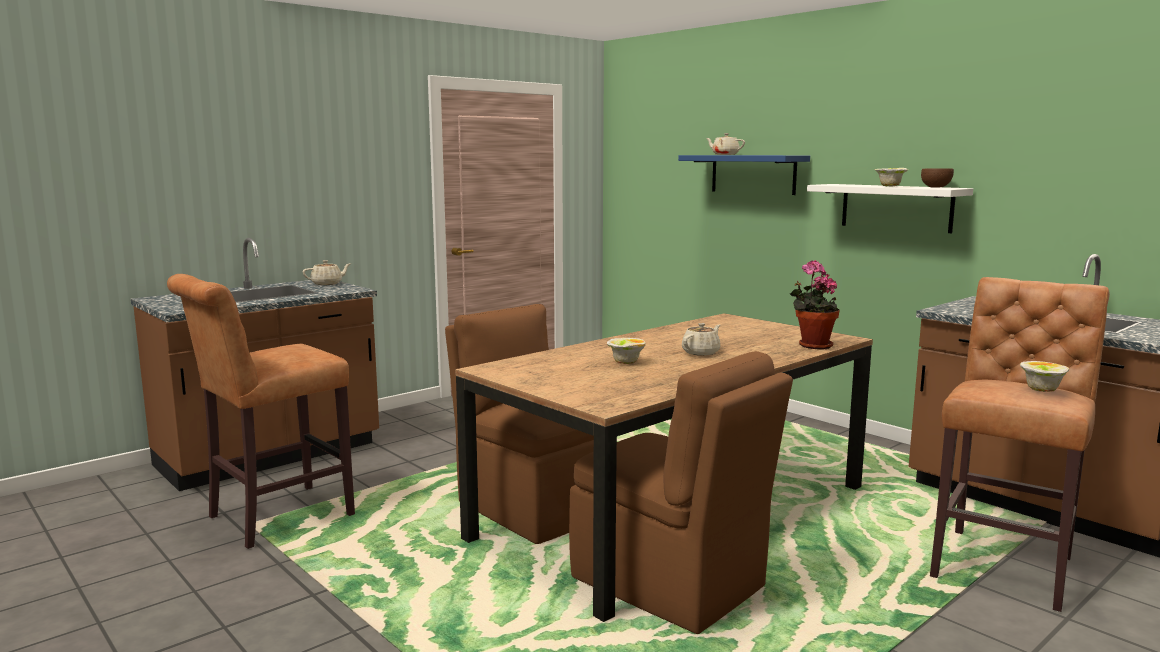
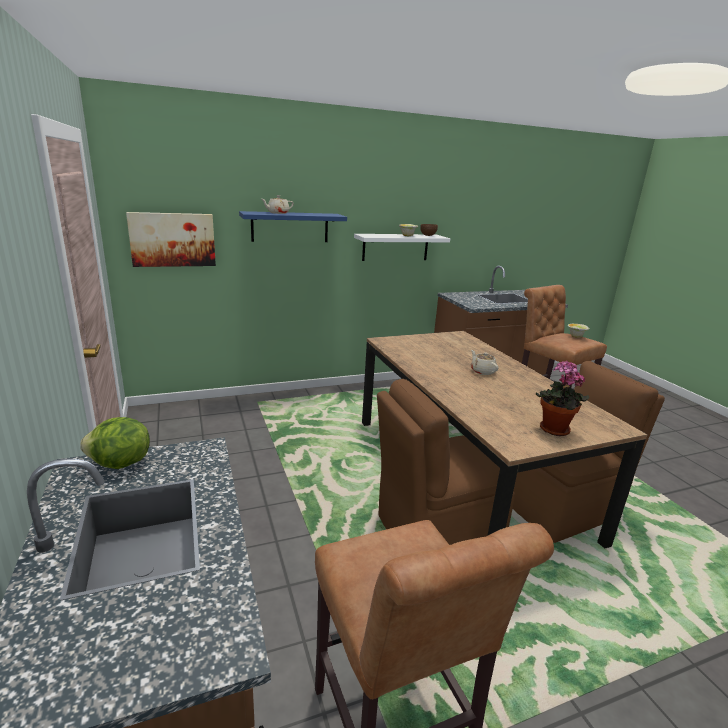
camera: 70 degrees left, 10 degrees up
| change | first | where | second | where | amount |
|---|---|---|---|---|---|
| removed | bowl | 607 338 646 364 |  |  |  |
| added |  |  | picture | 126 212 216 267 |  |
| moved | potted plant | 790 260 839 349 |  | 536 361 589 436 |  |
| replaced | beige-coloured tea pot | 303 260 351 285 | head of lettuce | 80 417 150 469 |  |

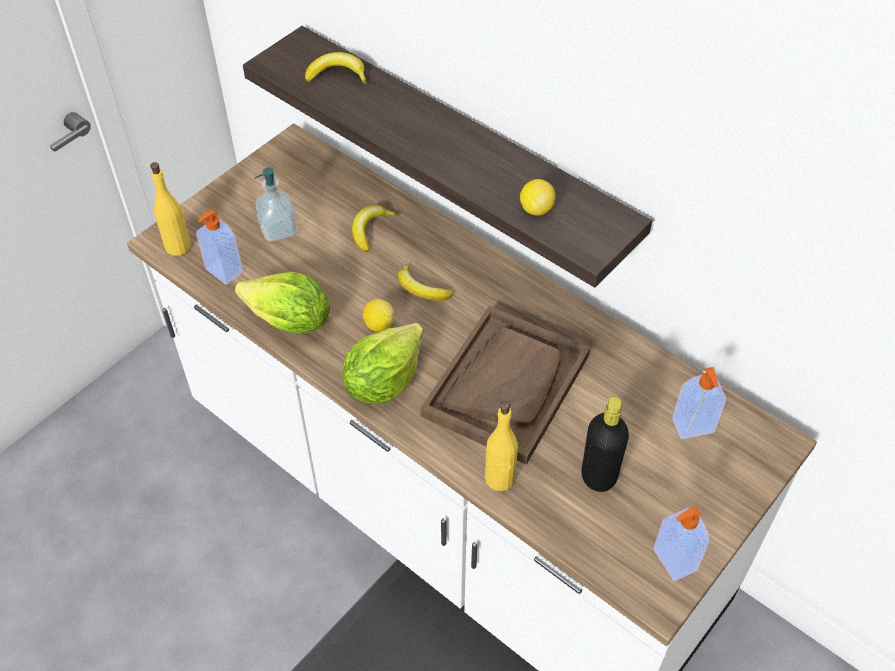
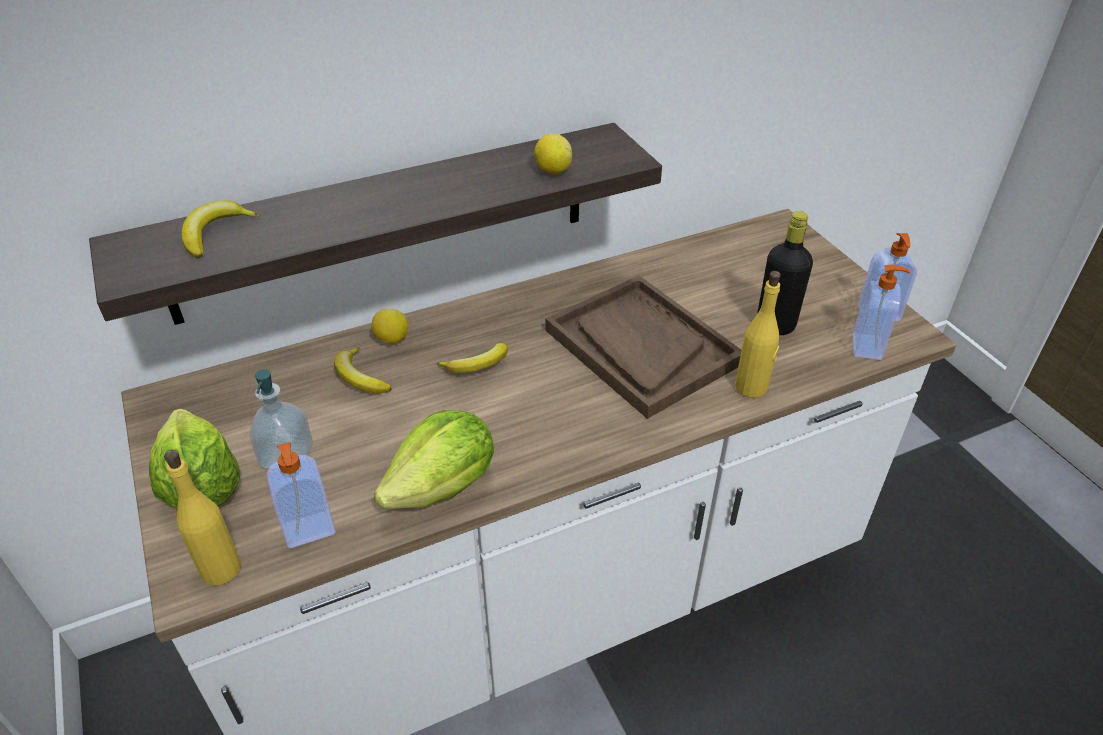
camera: 65 degrees left, 10 degrees down
| change | first | where | second | where | amount |
|---|---|---|---|---|---|
| moved | head of lettuce | 342 323 424 404 |  | 149 409 240 509 |  |
| moved | lemon | 363 299 394 332 |  | 371 309 408 344 |  |
| moved | soap bottle | 672 367 726 439 |  | 853 265 910 360 |  |

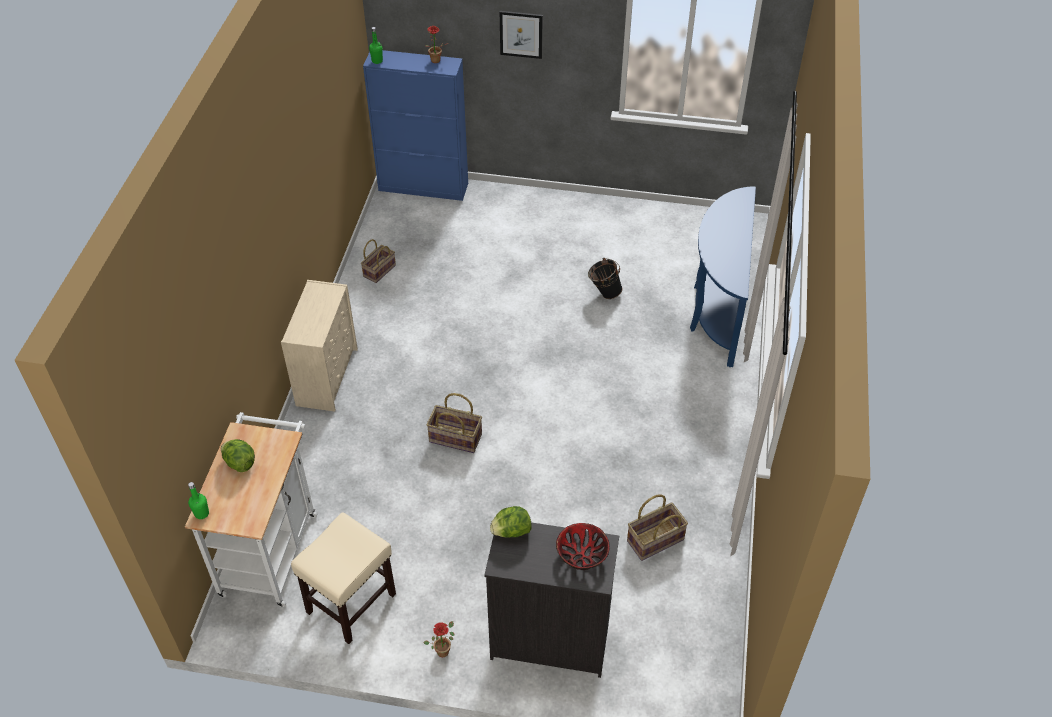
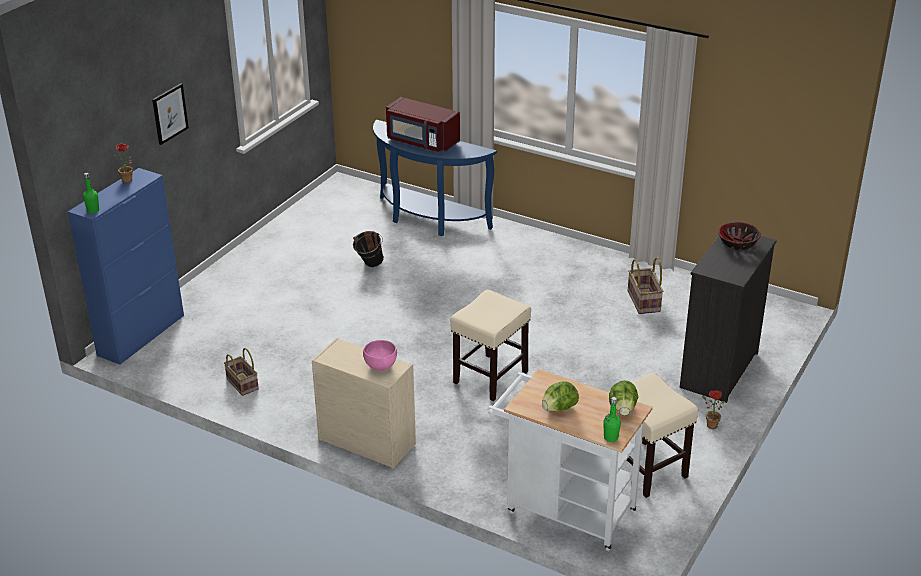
camera: 70 degrees left, 15 degrees down
| change | first | where | second | where | amount |
|---|---|---|---|---|---|
| added |  |  | pink-coloured bowl | 363 340 397 371 |  |
| added |  |  | red-coloured microwave | 386 97 460 152 |  |
| moved | head of lettuce | 490 506 532 537 |  | 609 380 638 416 |  |
| replaced | basket | 426 393 482 453 | beige-coloured sitting stool | 450 289 531 401 |  |

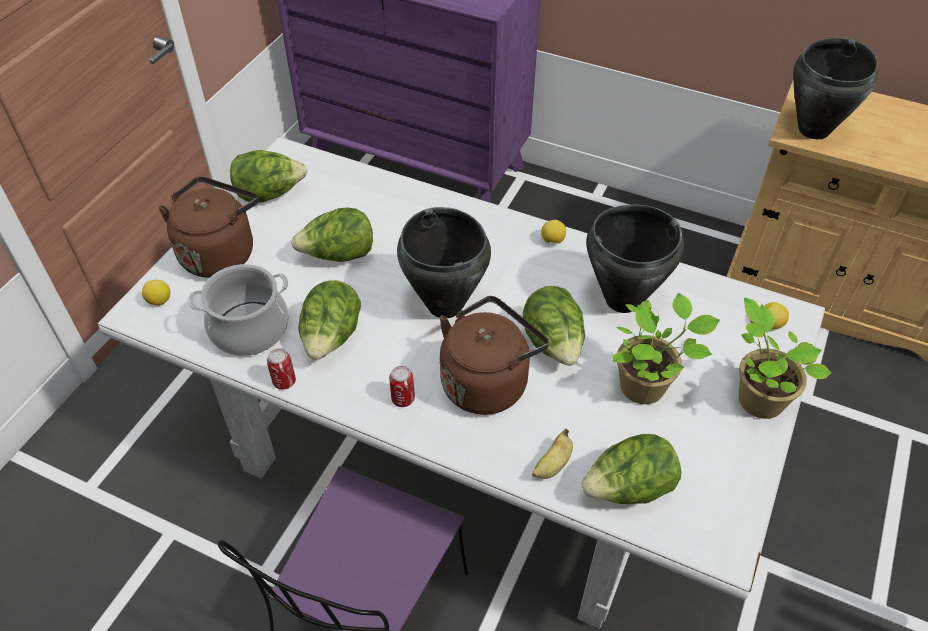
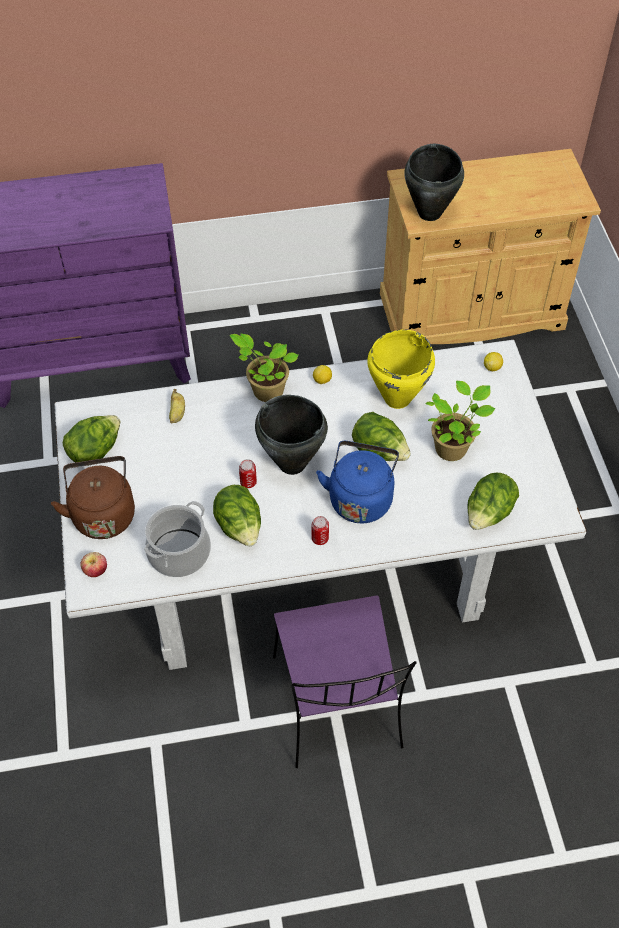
camera: 35 degrees left, 5 degrees up
| change | first | where | second | where | amount |
|---|---|---|---|---|---|
| removed | head of lettuce | 291 207 373 262 |  |  |  |
| moved | metal can | 267 348 296 390 |  | 239 459 257 488 |  |
| moved | banana fruit | 532 429 573 479 |  | 169 389 185 423 |  |
| moved | potted plant | 739 298 832 419 |  | 230 334 299 402 |  |
| replaced | lemon | 142 280 170 306 | whole apple | 80 552 107 577 |  |
| recoloured | brownish water kettle | 440 296 549 415 | bluish water kettle | 316 441 399 523 |  |
| recoloured | black-coloured saucepot | 586 204 684 313 | yellow-coloured saucepot | 367 329 435 409 |  |

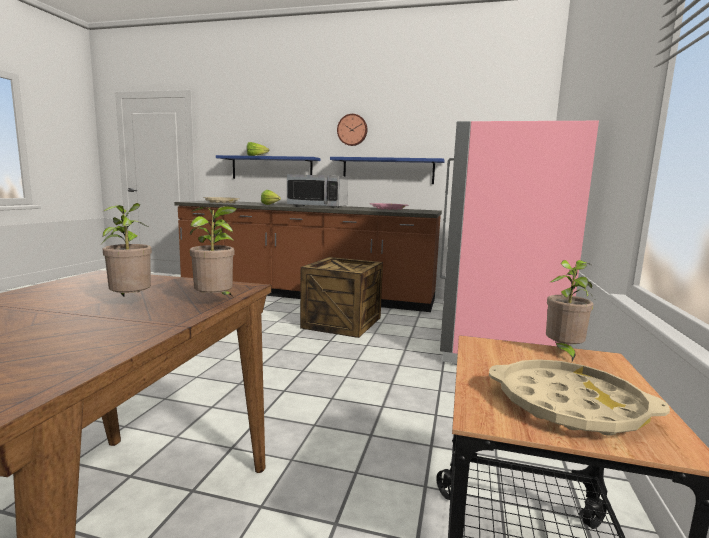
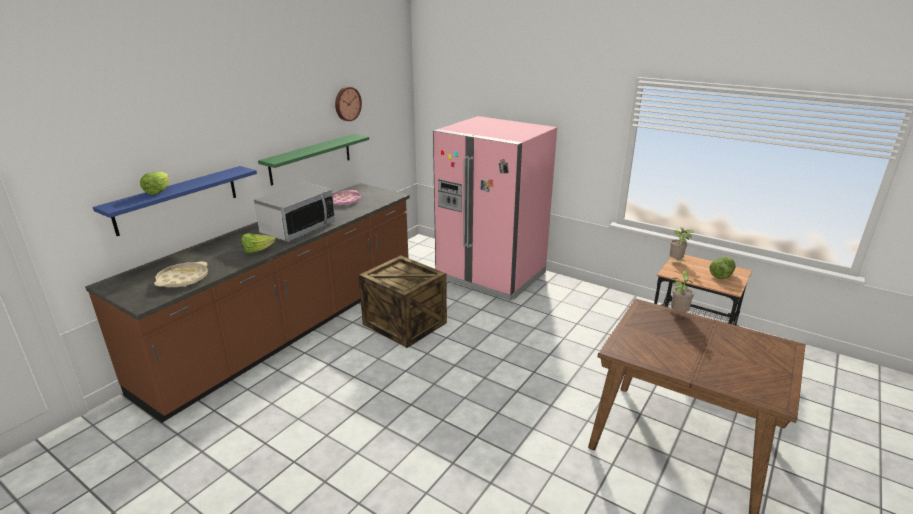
camera: 70 degrees left, 15 degrees up
| change | first | where | second | where | amount |
|---|---|---|---|---|---|
| removed | potted plant | 100 203 152 297 |  |  |  |
| moved | clock on the wall | 337 114 367 146 |  | 335 87 362 121 |  |
| replaced | beige-coloured tray | 489 359 670 436 | head of lettuce | 710 257 735 279 |  |
| recoloured | bluish shelf | 330 157 445 184 | green shelf | 258 134 369 186 |  |

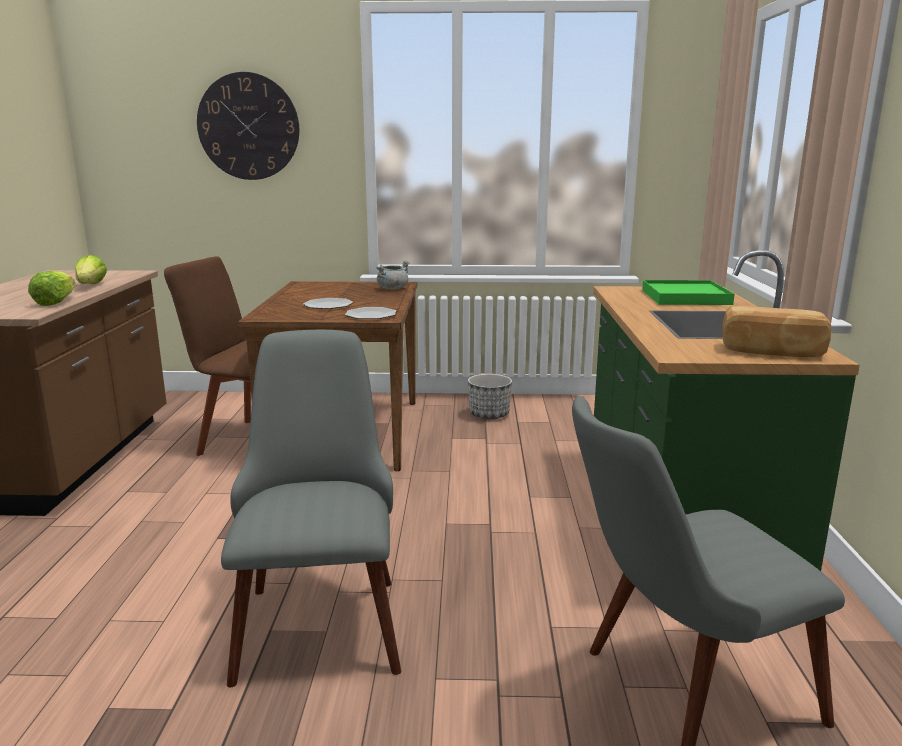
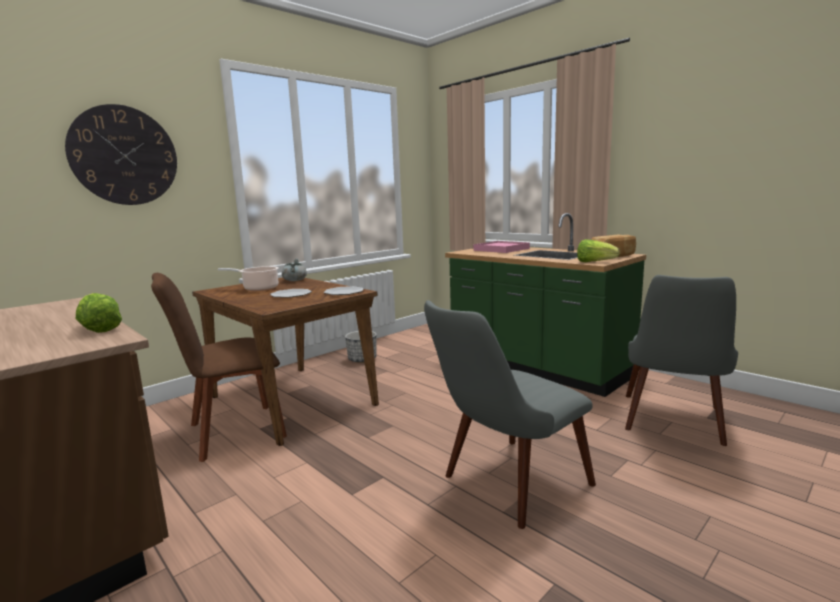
camera: 45 degrees left, 5 degrees down
| change | first | where | second | where | amount |
|---|---|---|---|---|---|
| added |  |  | saucepot | 218 266 279 291 |  |
| moved | head of lettuce | 75 255 107 284 |  | 577 239 619 262 |  |
| recoloured | green tray | 642 280 735 305 | pink-coloured tray | 473 241 530 253 |  |
| turned | gray upright chair | 221 330 401 687 |  | 424 300 596 529 | 75 degrees counterclockwise |

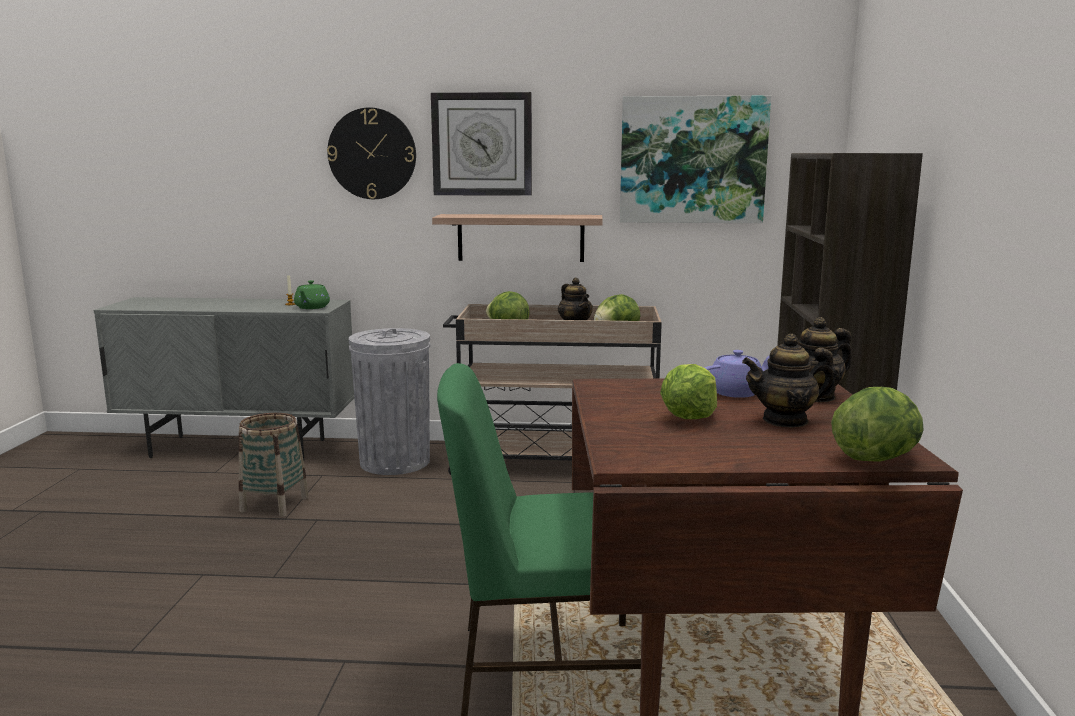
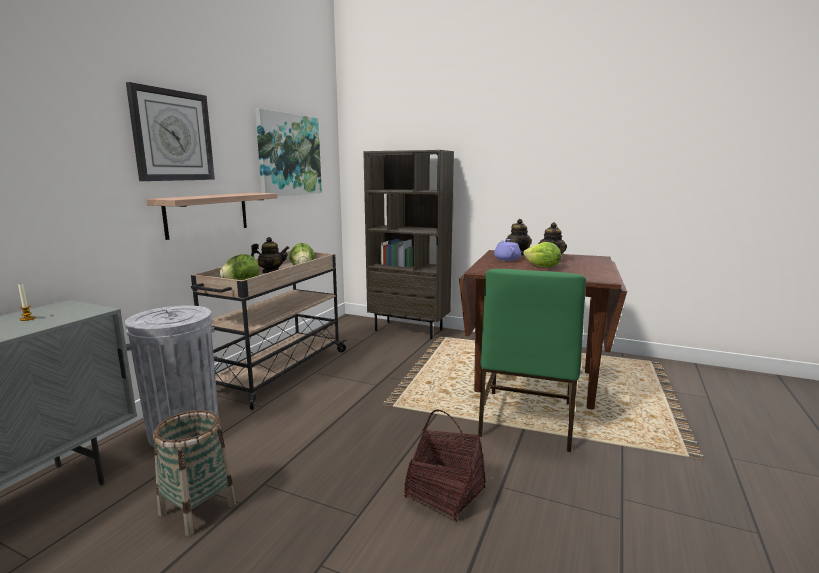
camera: 70 degrees left, 0 degrees up
| change | first | where | second | where | amount |
|---|---|---|---|---|---|
| removed | green tea pot | 294 280 330 309 |  |  |  |
| removed | clock on the wall | 327 107 416 199 |  |  |  |
| removed | head of lettuce | 831 387 924 462 |  |  |  |
| added |  |  | basket | 404 410 486 522 |  |

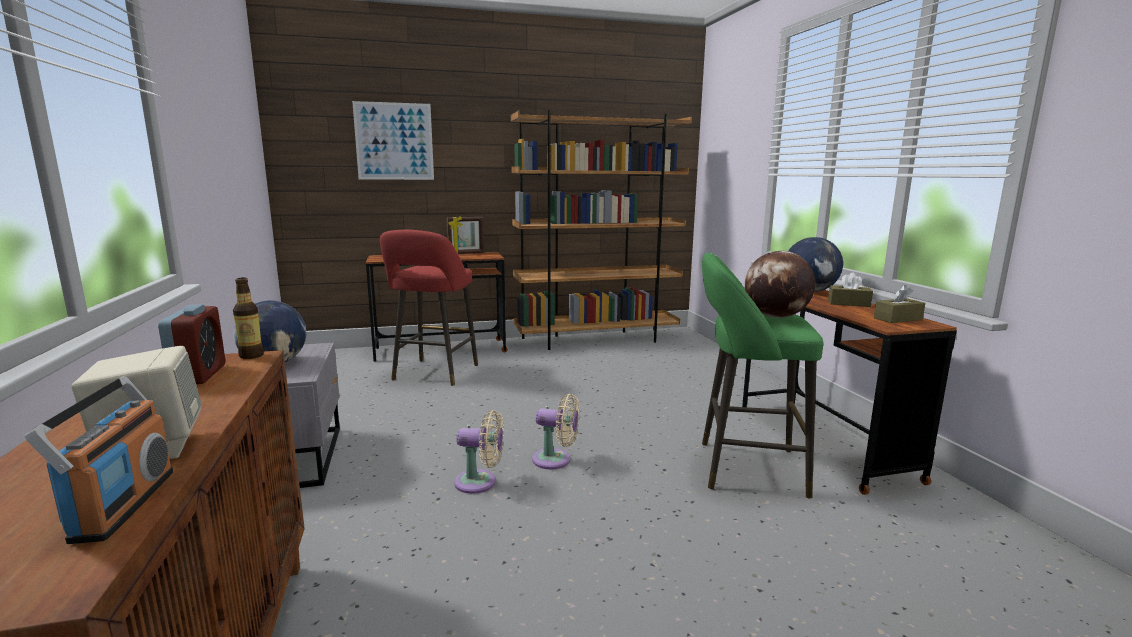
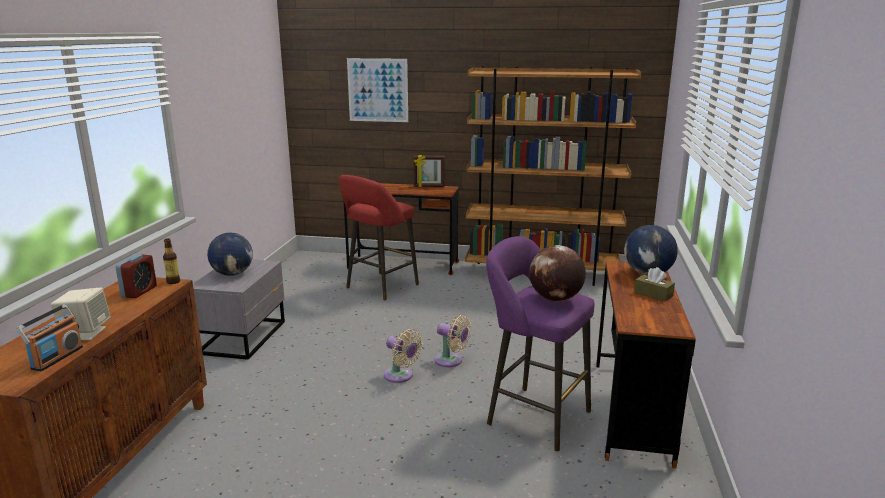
camera: 25 degrees right, 5 degrees up
| change | first | where | second | where | amount |
|---|---|---|---|---|---|
| removed | brownish tissue holder | 874 285 925 323 |  |  |  |
| moved | beige-coloured fan | 454 410 504 494 |  | 434 315 471 367 |  |
| recoloured | green sitting stool | 702 253 823 498 | purple sitting stool | 486 236 594 451 |  |

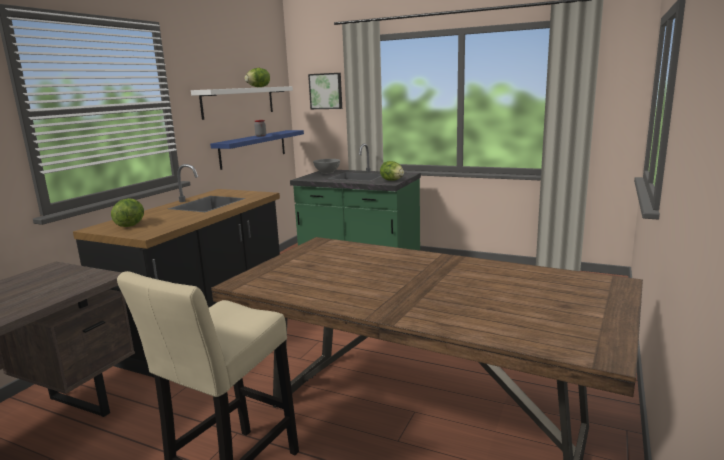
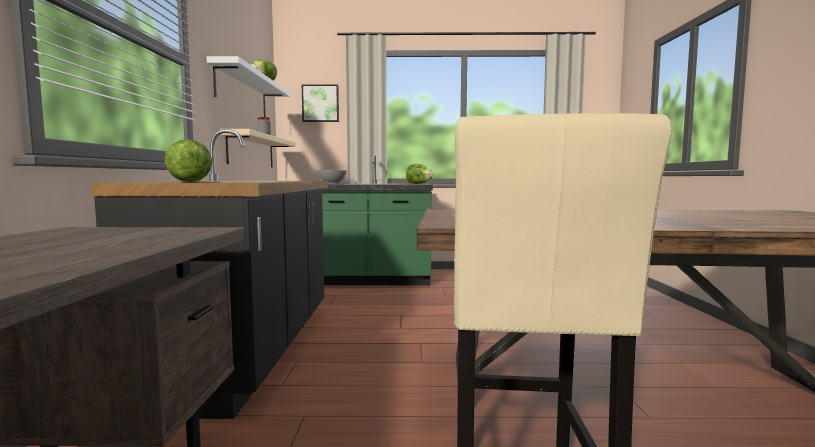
camera: 25 degrees left, 10 degrees down
| change | first | where | second | where | amount |
|---|---|---|---|---|---|
| recoloured | bluish shelf | 210 130 304 170 | beige-coloured shelf | 220 129 295 167 |  |

